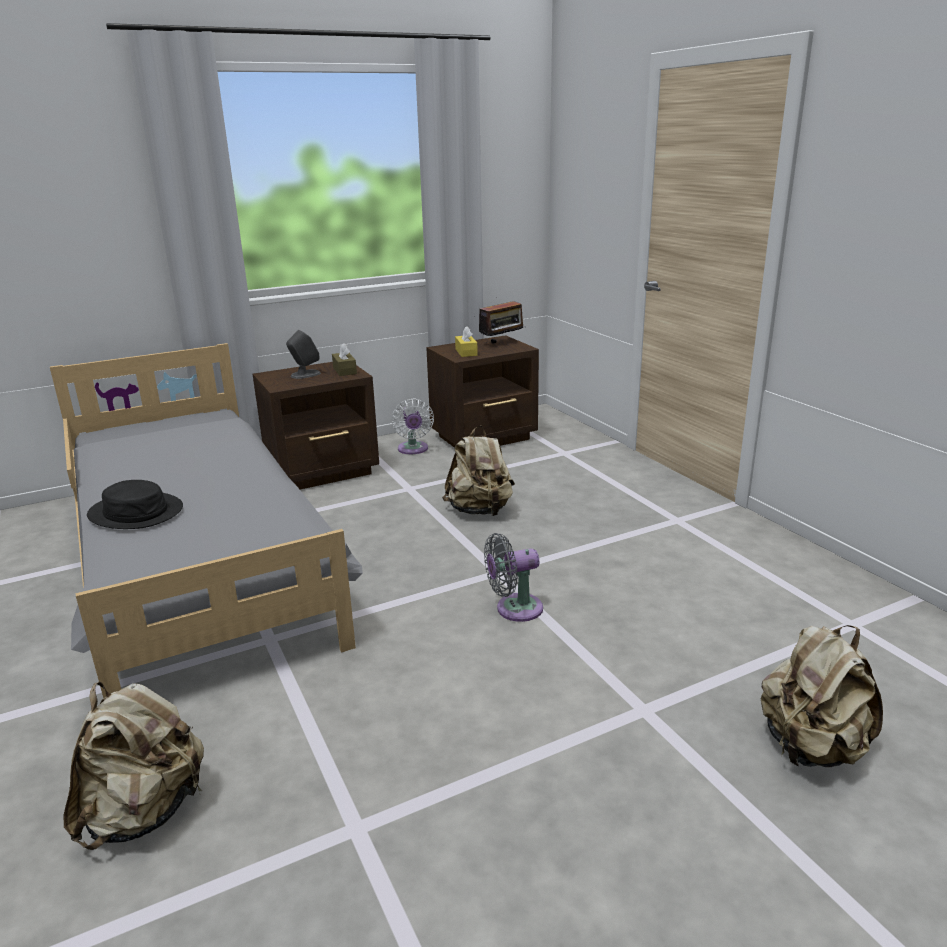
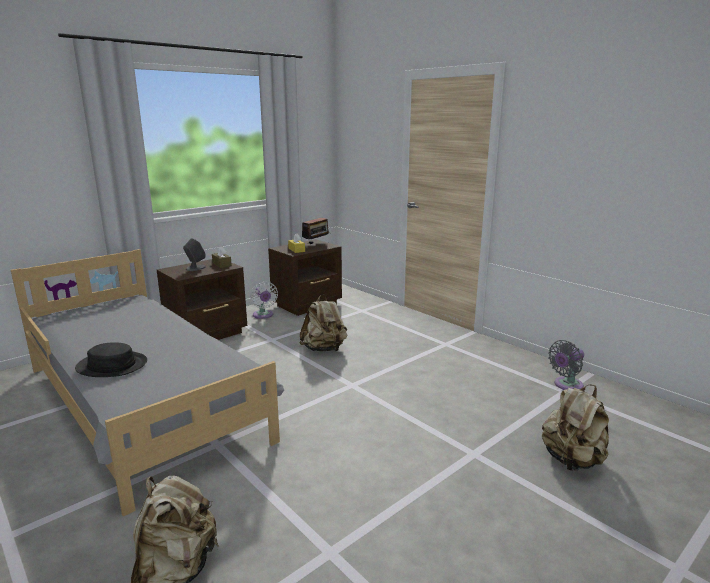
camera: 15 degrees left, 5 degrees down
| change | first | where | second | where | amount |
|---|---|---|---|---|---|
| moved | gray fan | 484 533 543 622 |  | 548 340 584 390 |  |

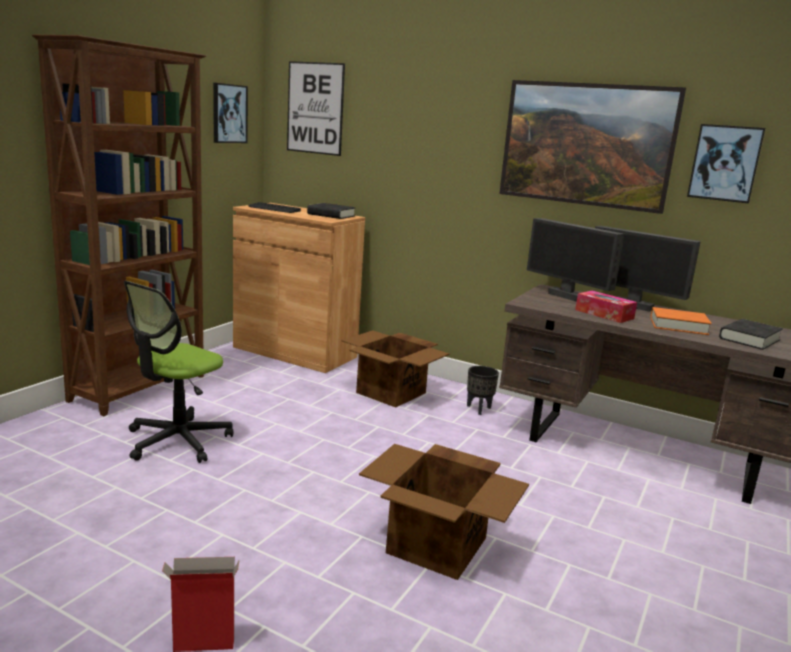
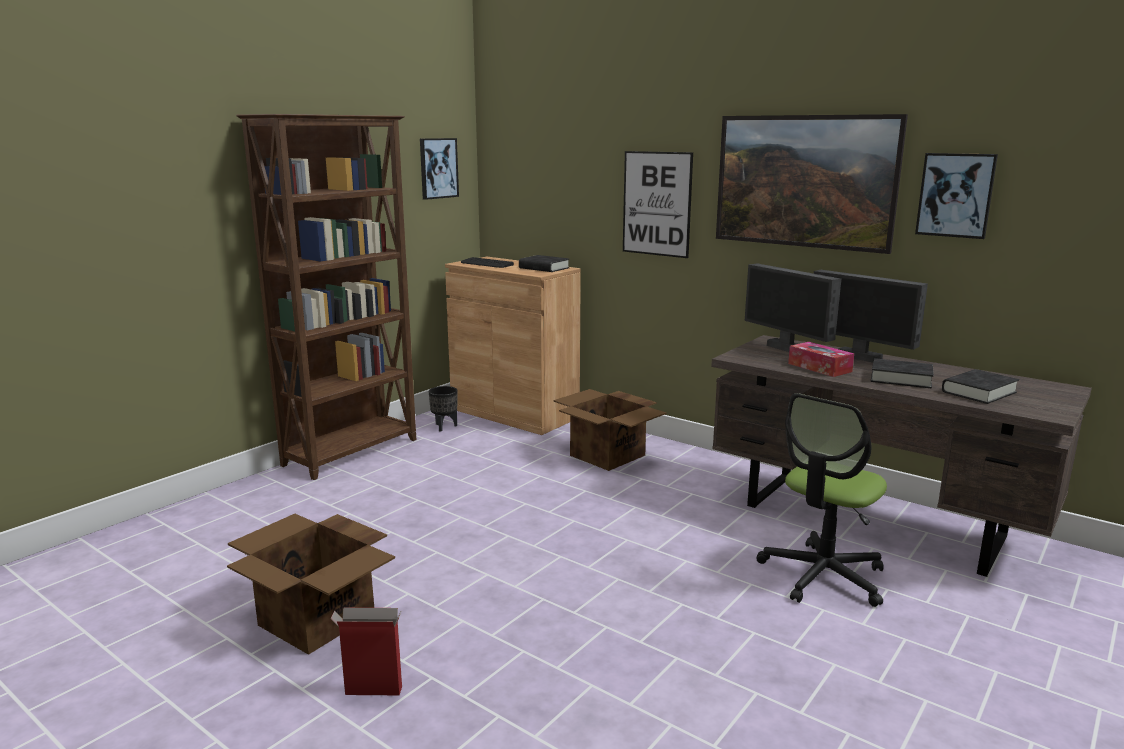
camera: 10 degrees right, 0 degrees up
| change | first | where | second | where | amount |
|---|---|---|---|---|---|
| moved | computer chair | 124 281 233 463 |  | 756 393 887 607 |  |
| moved | picture | 287 61 345 156 |  | 623 151 693 258 |  |
| moved | packing box | 359 444 529 580 |  | 227 514 395 655 |  |
| moved | black-coloured flower pot | 467 366 499 415 |  | 429 386 457 432 |  |
| recoloured | orange-coloured book | 650 307 712 335 | black-coloured book | 871 358 934 388 |  |

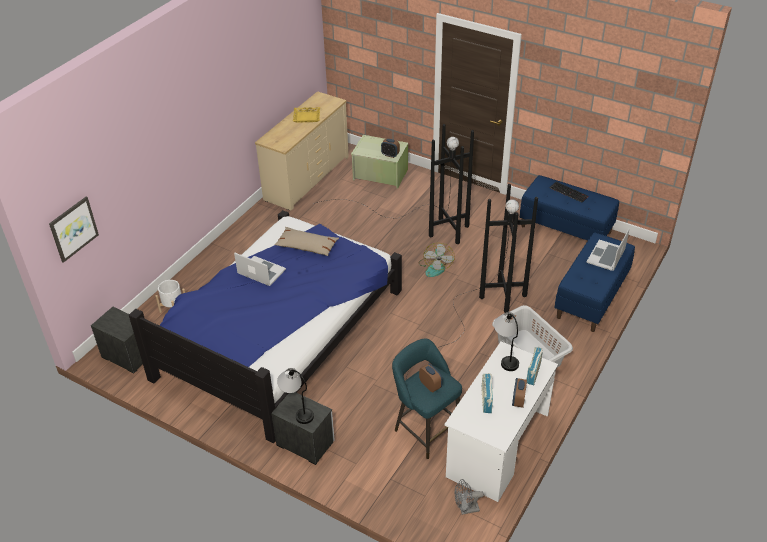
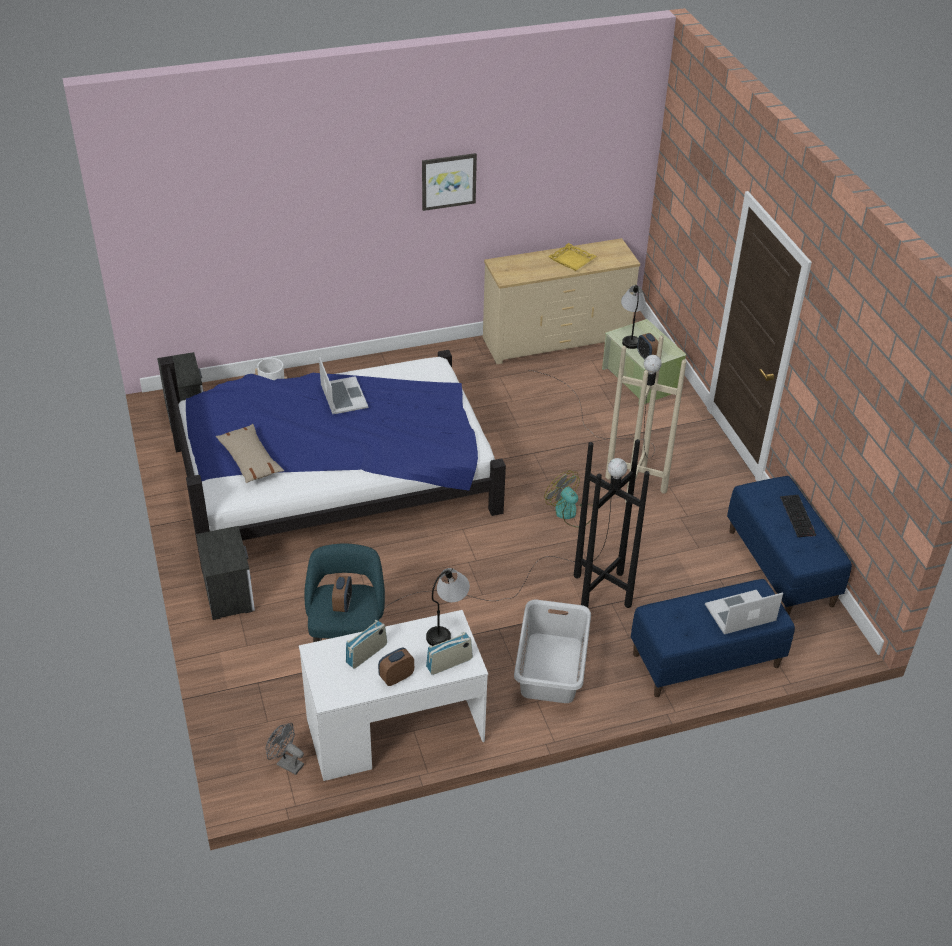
camera: 40 degrees right, 0 degrees up
| change | first | where | second | where | amount |
|---|---|---|---|---|---|
| moved | picture | 49 197 99 263 |  | 422 153 477 211 |  |
| moved | beige-coloured throw pillow | 274 227 339 256 |  | 215 424 284 483 |  |
| moved | tabletop lamp | 277 368 314 424 |  | 621 285 646 349 |  |
| recoloured | black-coloured standard lamp | 313 124 474 244 | beige-coloured standard lamp | 530 335 686 503 |  |
| turned | fan | 418 243 455 277 |  | 544 470 593 528 | 90 degrees clockwise |

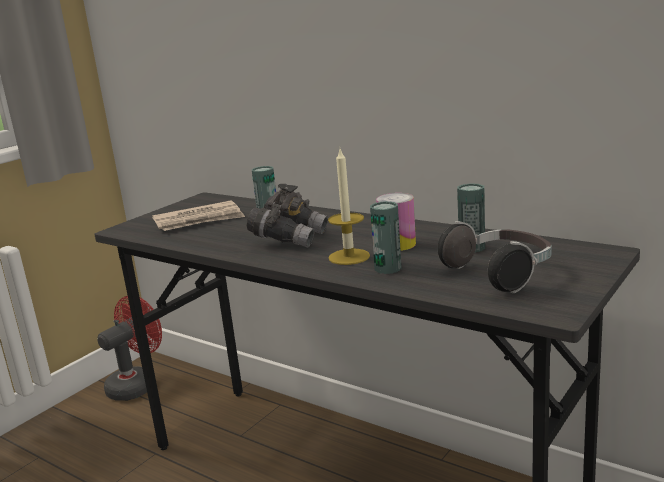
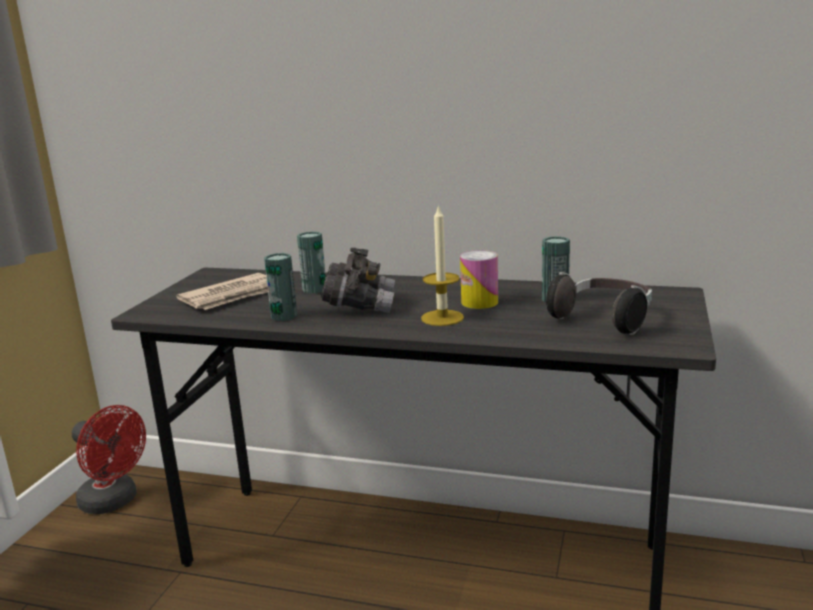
camera: 20 degrees left, 0 degrees up
| change | first | where | second | where | amount |
|---|---|---|---|---|---|
| moved | metal can | 370 201 402 274 |  | 264 253 297 321 |  |
| turned | red-coloured fan | 98 296 162 401 |  | 72 405 146 514 | 105 degrees clockwise |

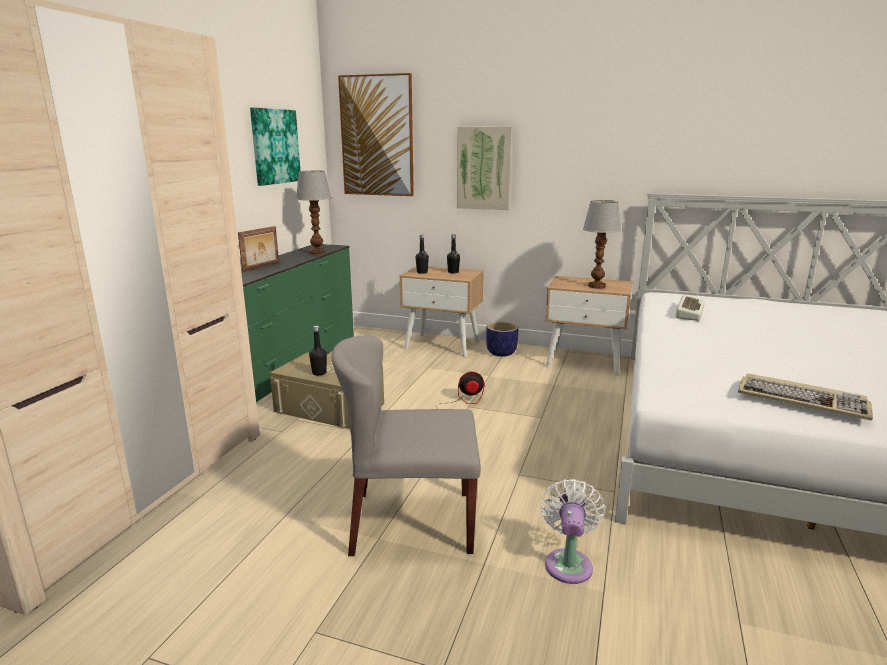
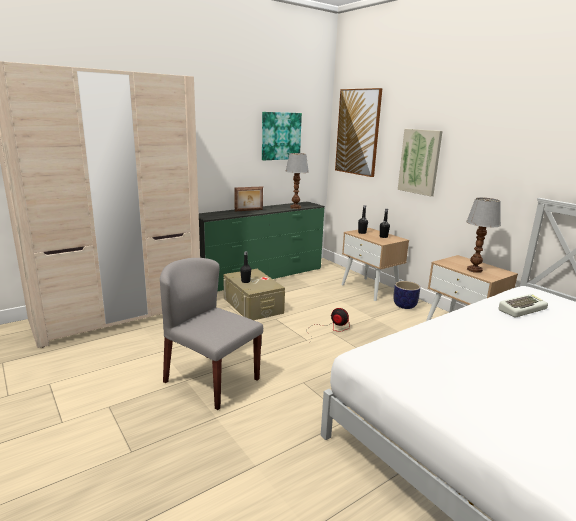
camera: 35 degrees right, 0 degrees up
| change | first | where | second | where | amount |
|---|---|---|---|---|---|
| removed | white-coloured fan | 540 479 605 584 |  |  |  |
| removed | keyboard | 738 373 873 421 |  |  |  |

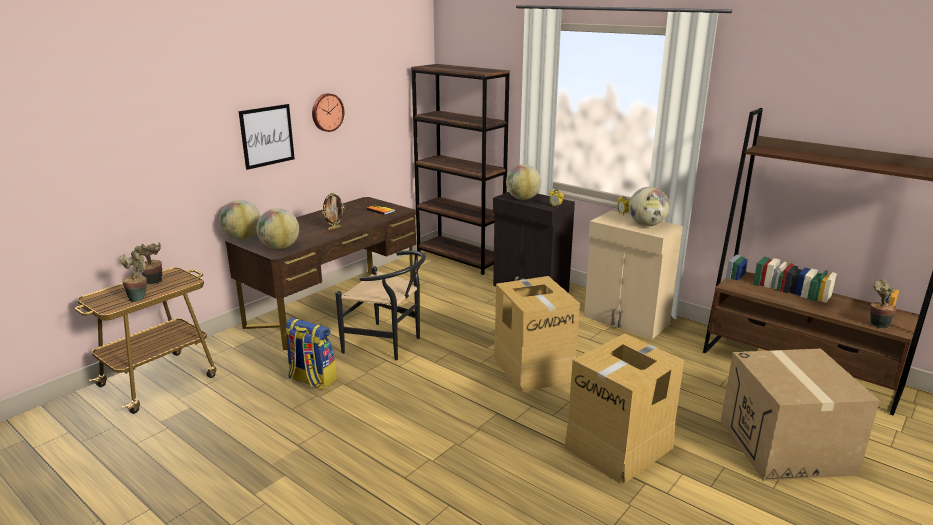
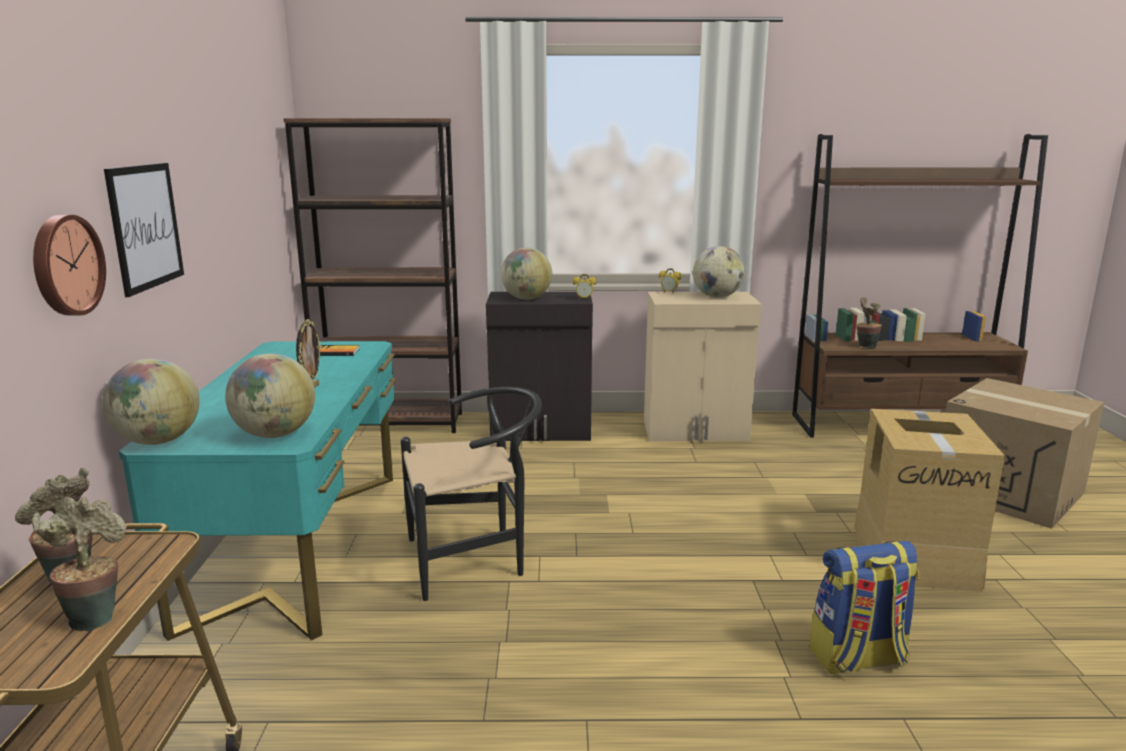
camera: 40 degrees left, 5 degrees down
| change | first | where | second | where | amount |
|---|---|---|---|---|---|
| removed | packing box | 494 276 580 392 |  |  |  |
| moved | rucksack | 285 318 337 390 |  | 810 541 919 675 |  |
| moved | clock on the wall | 312 93 344 132 |  | 33 215 106 315 |  |
| moved | potted plant | 870 279 897 329 |  | 856 297 882 348 |  |
| recoloured | brownish desk table | 225 197 416 350 | turquoise desk table | 119 341 396 641 |  |

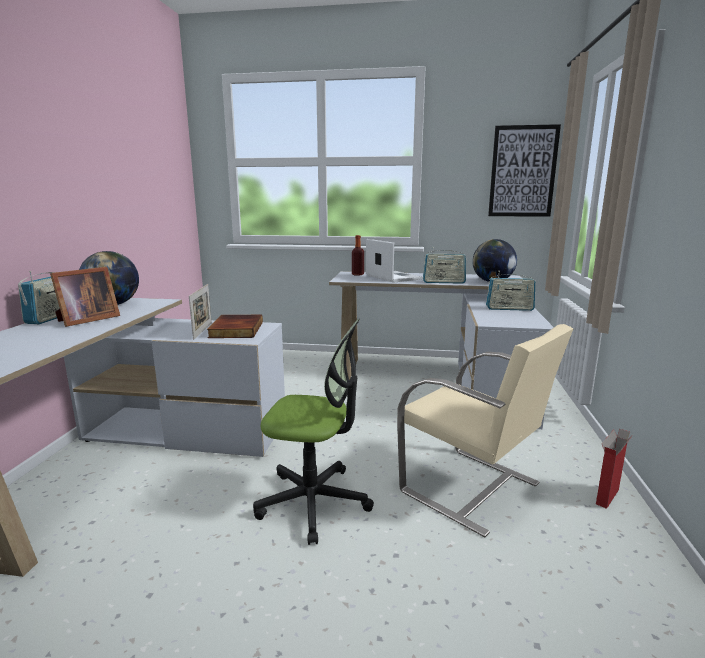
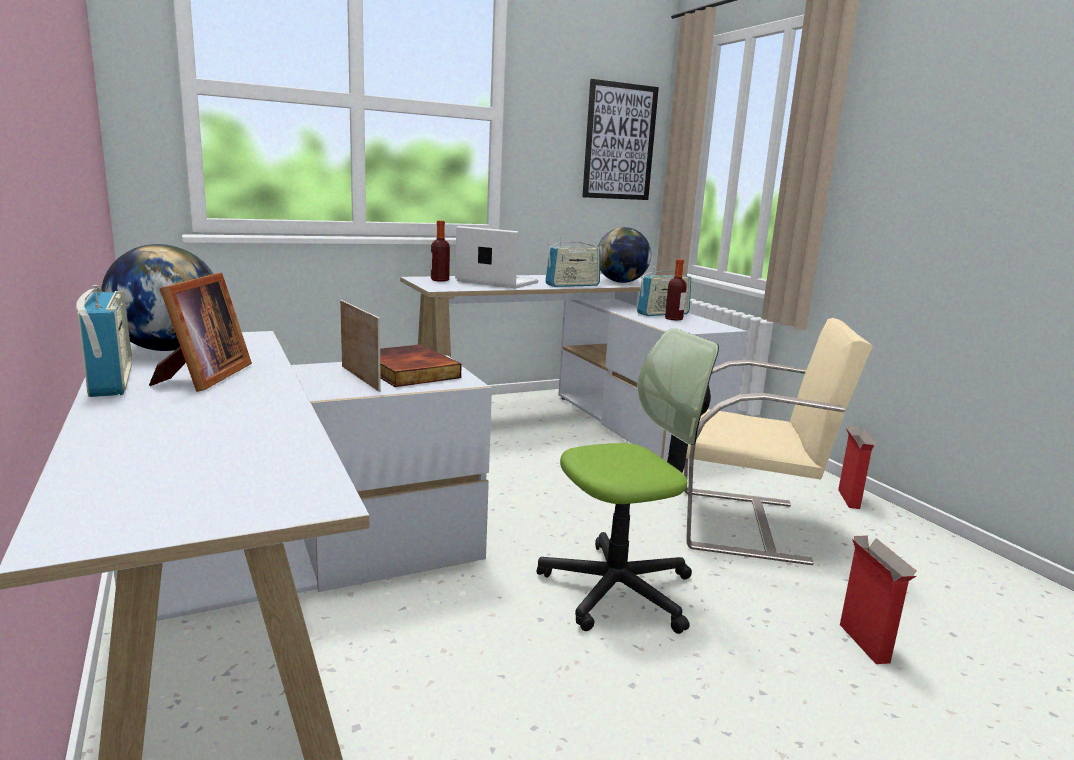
camera: 35 degrees left, 0 degrees up
| change | first | where | second | where | amount |
|---|---|---|---|---|---|
| added |  |  | drink bottle | 665 259 687 321 |  |
| added |  |  | packing box | 840 535 916 664 |  |

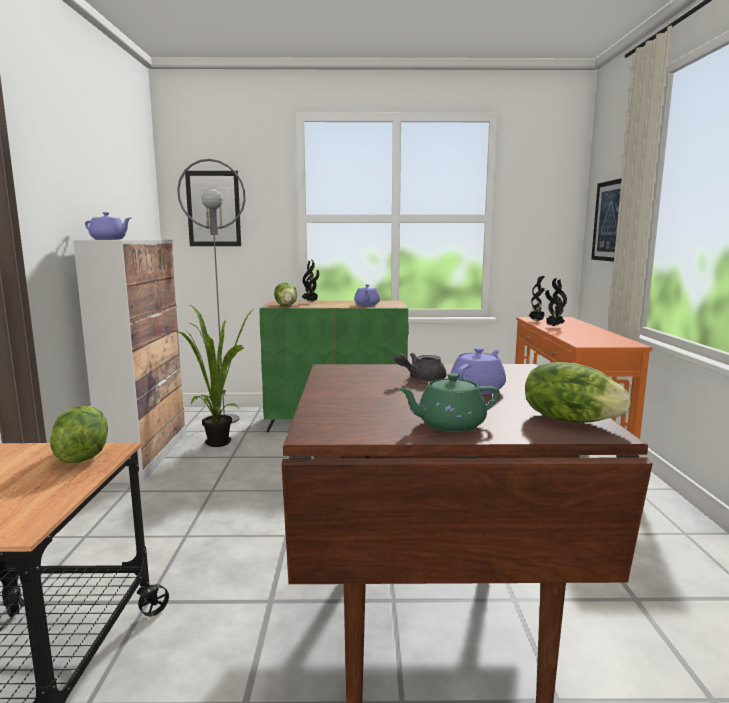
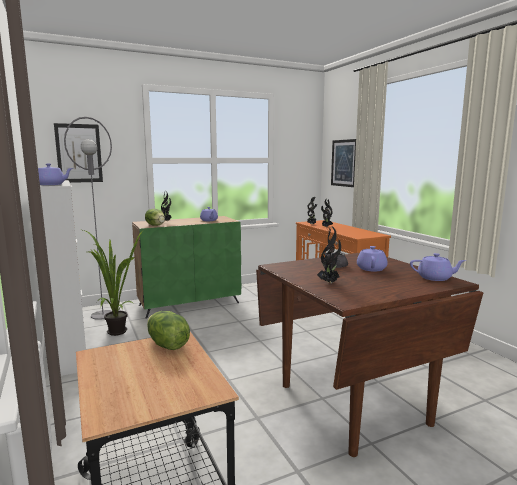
camera: 25 degrees left, 0 degrees up
| change | first | where | second | where | amount |
|---|---|---|---|---|---|
| removed | green tea pot | 398 373 500 432 |  |  |  |
| added |  |  | potted plant | 317 226 341 283 |  |
| replaced | head of lettuce | 525 362 631 423 | purple tea pot | 410 253 466 281 |  |

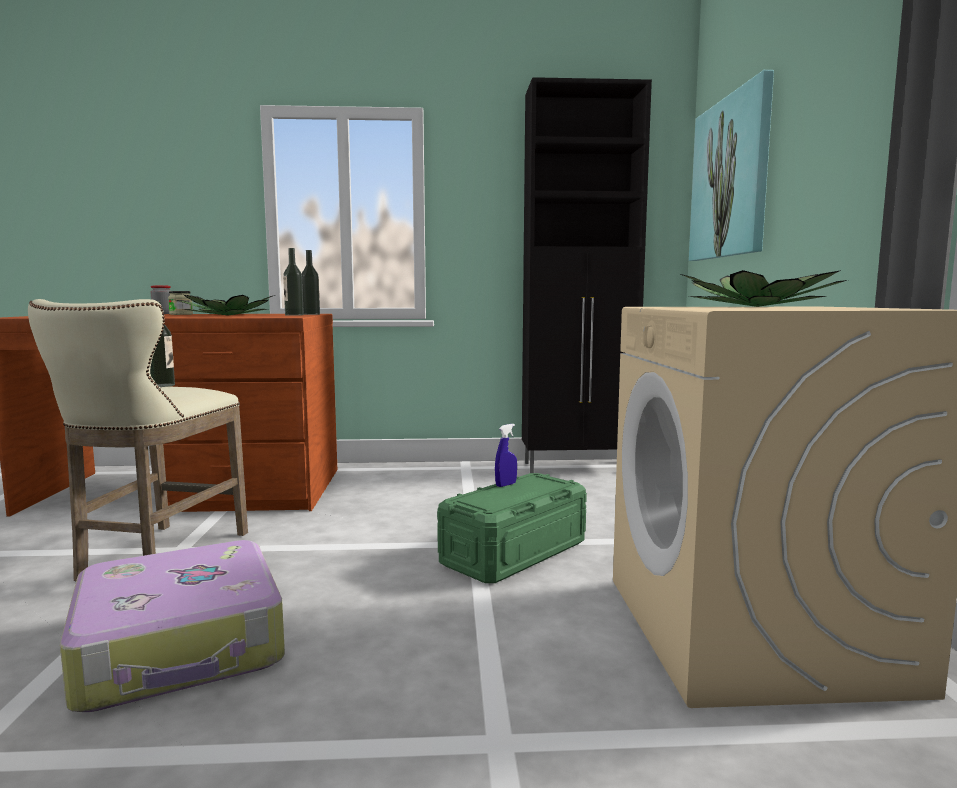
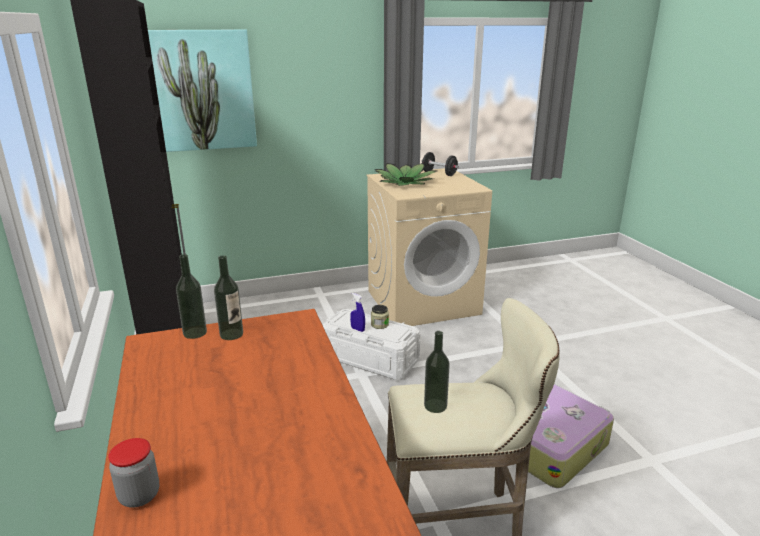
camera: 105 degrees left, 15 degrees up
| change | first | where | second | where | amount |
|---|---|---|---|---|---|
| removed | potted plant | 176 295 275 316 |  |  |  |
| added |  |  | black-coloured dumbbell | 421 152 459 176 |  |
| moved | preserve jar | 168 291 193 315 |  | 371 305 389 329 |  |
| recoloured | green storage container | 437 473 587 583 | white-coloured storage container | 322 309 420 380 |  |

